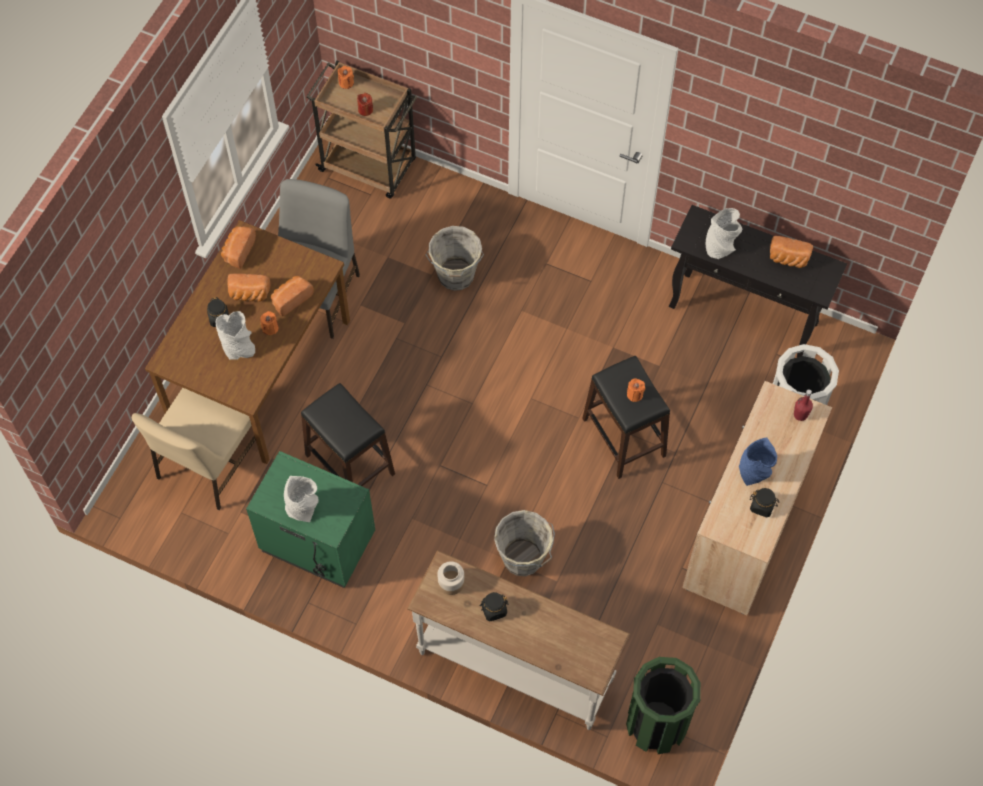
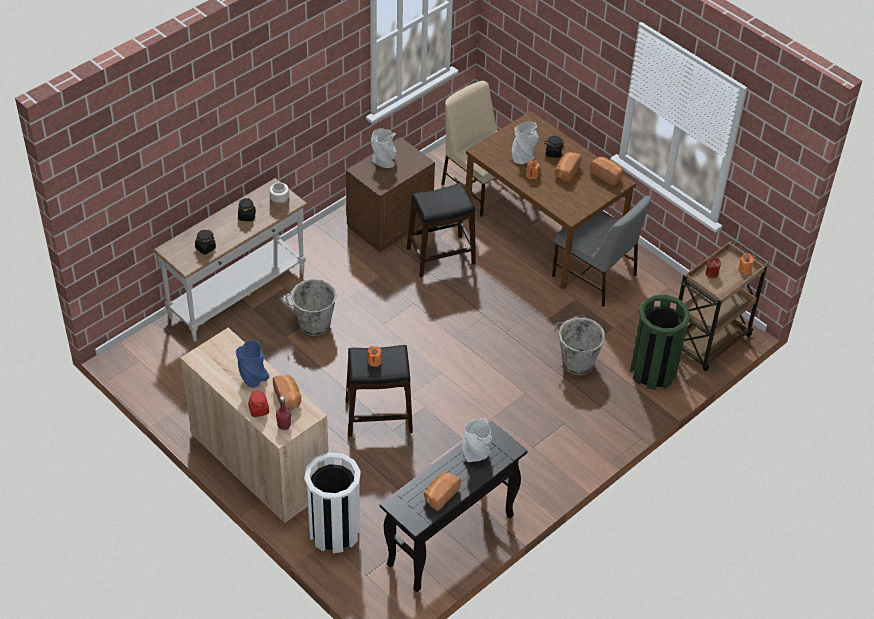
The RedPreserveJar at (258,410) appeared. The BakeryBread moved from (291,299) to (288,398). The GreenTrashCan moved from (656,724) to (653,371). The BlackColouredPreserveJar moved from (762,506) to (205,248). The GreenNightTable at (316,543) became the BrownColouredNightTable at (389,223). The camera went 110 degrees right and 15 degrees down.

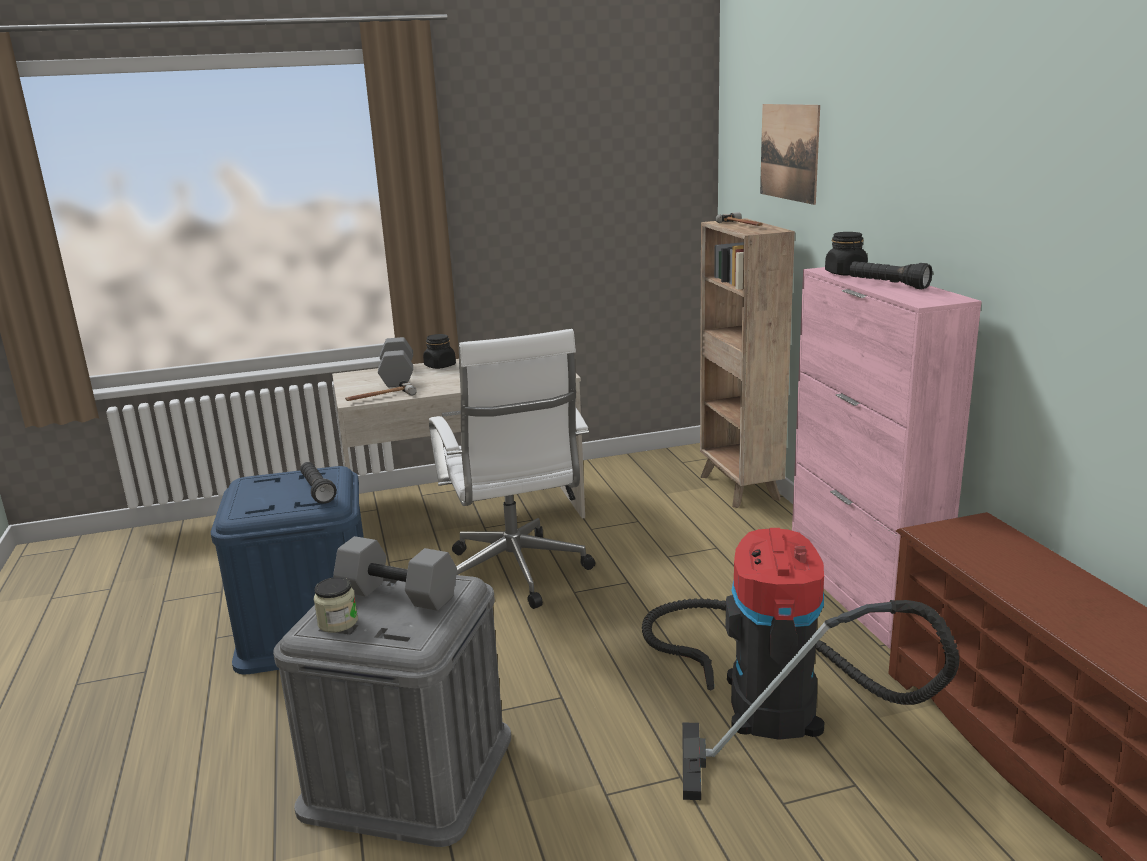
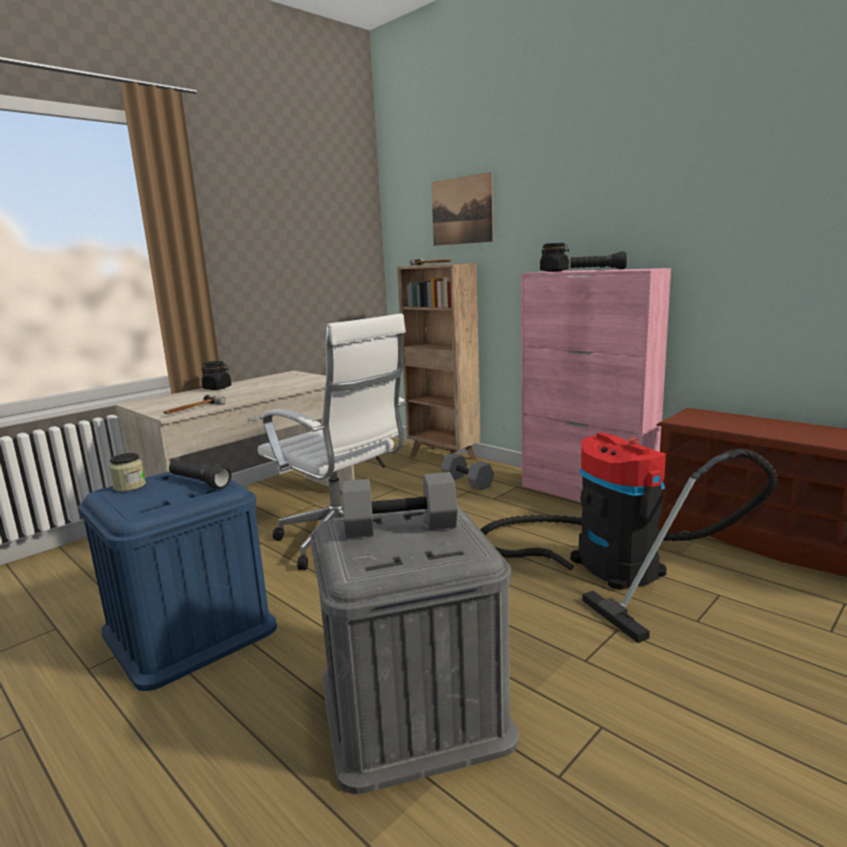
The PreserveJar moved from (338,622) to (130,486). The GreyHandWeight moved from (399,376) to (468,481). The camera went 30 degrees left and 5 degrees down.

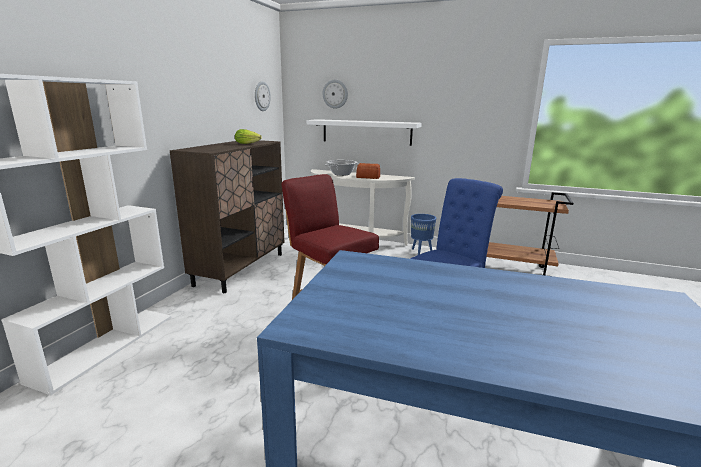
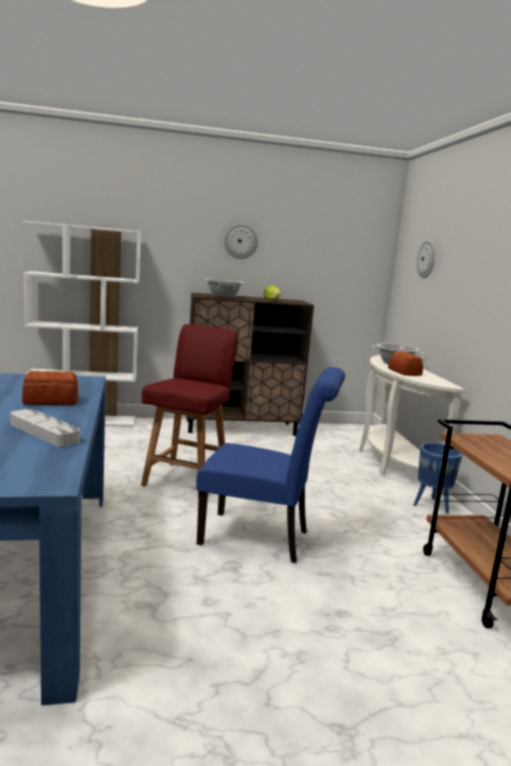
The WhiteColouredShelf at (366,132) disappeared. The GreyServingTray at (44,432) appeared. The BakeryBread at (52,401) appeared. The CookingPot at (223,296) appeared. The ClockOnTheWall moved from (261,96) to (240,241). The camera went 60 degrees right and 5 degrees down.

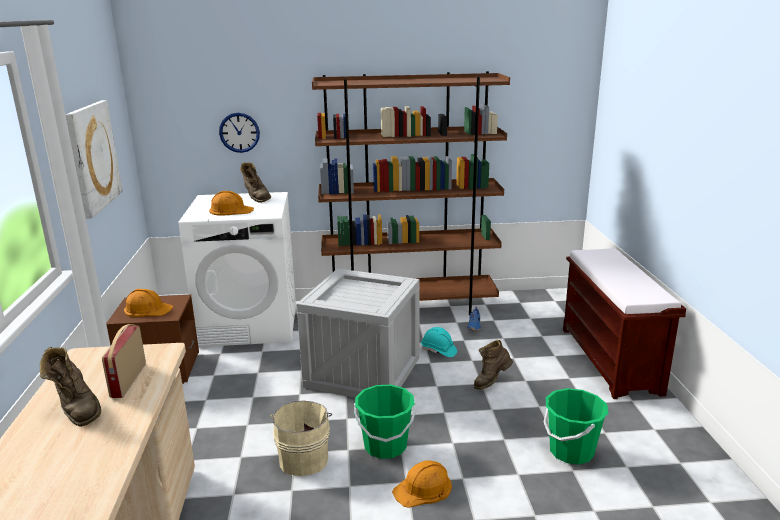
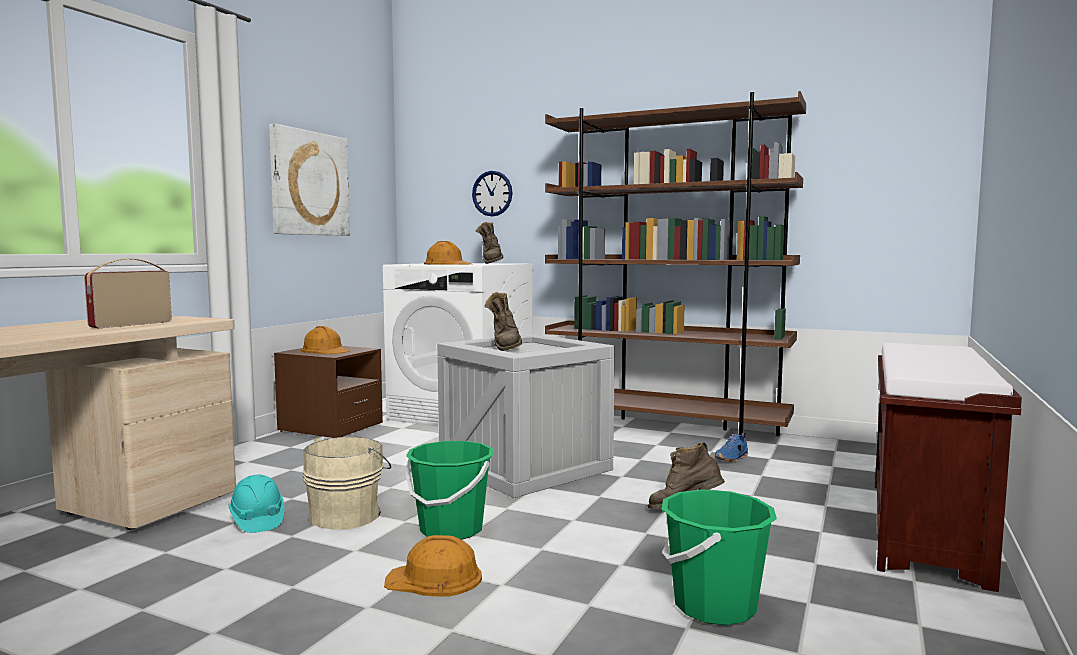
The BrownColouredTallBoot moved from (77,409) to (505,347). The BlueGreenWorkHelmet moved from (438,351) to (257,520). The camera went 30 degrees right and 15 degrees down.

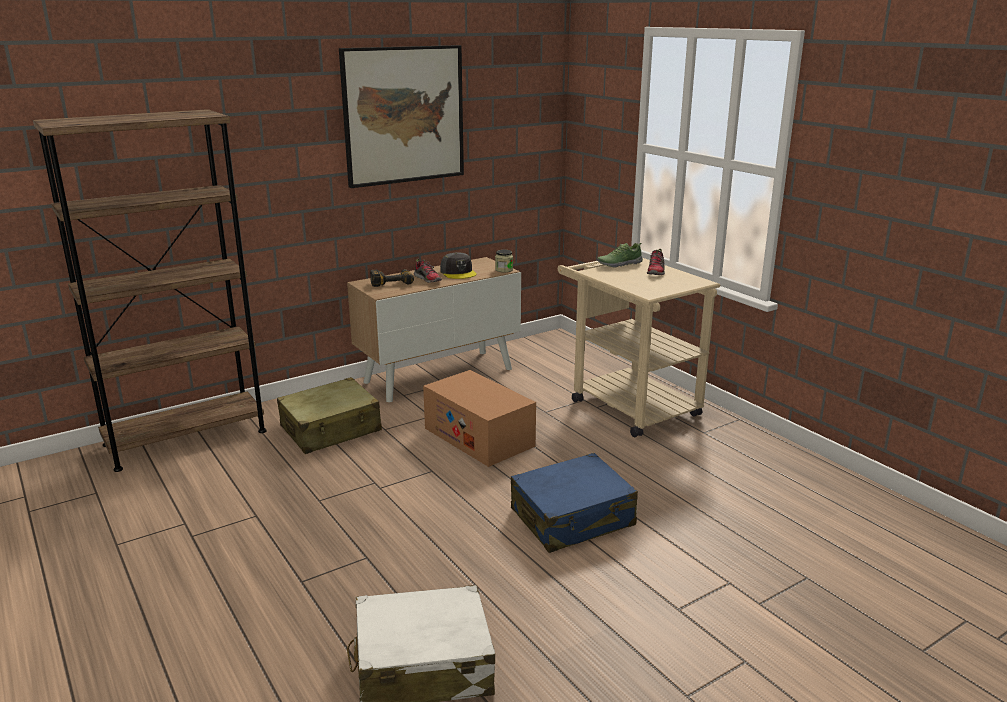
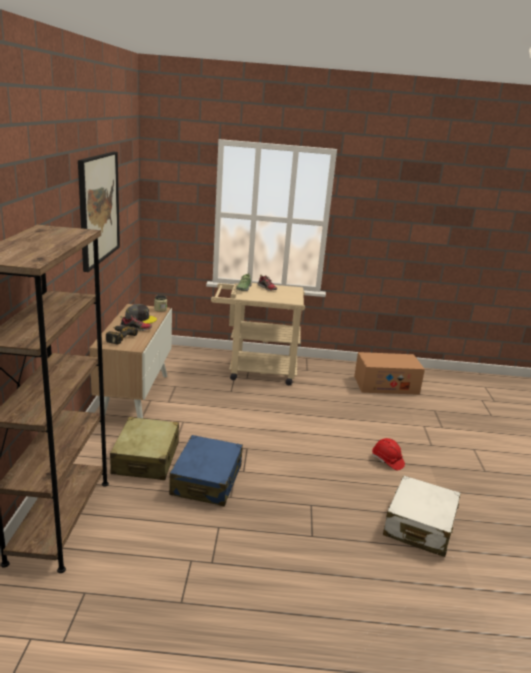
The RedWorkHelmet at (387,461) appeared. The PackingBox moved from (479,437) to (386,385). The BlueColouredSuitcase moved from (572,518) to (207,480). The camera went 55 degrees left and 0 degrees up.

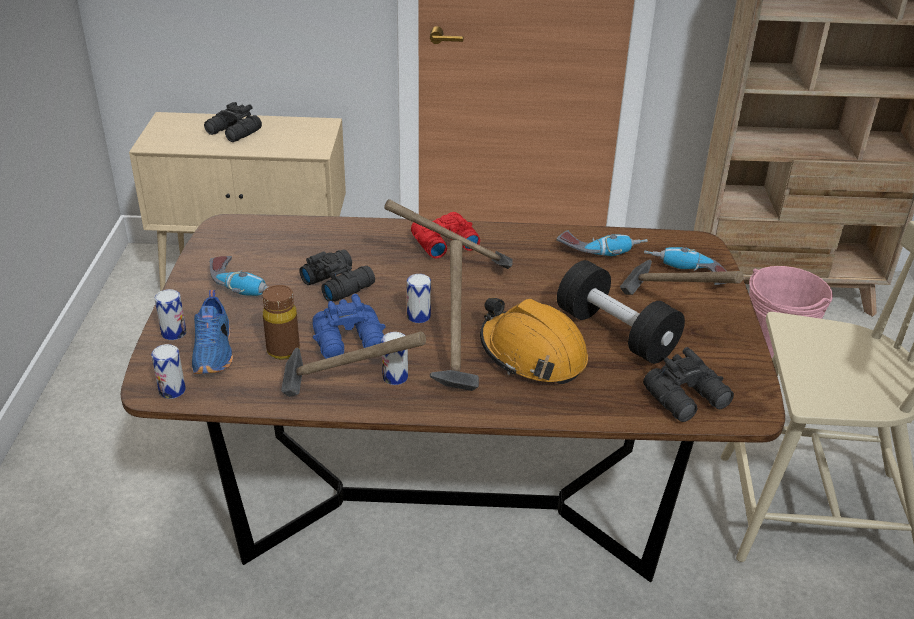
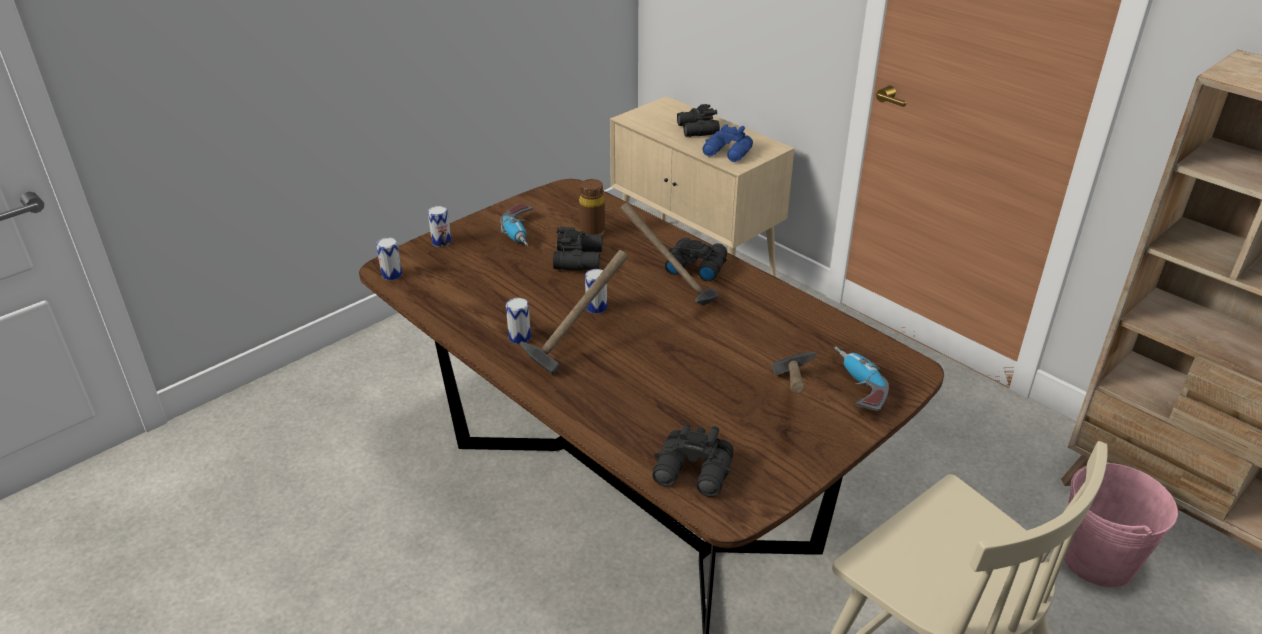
The BlueColouredItemOfFootwear at (214,352) disappeared. The Hammer at (347,395) disappeared. The OrangeyWorkHelmet at (532,354) disappeared. The PowerDrill at (601,250) disappeared. The BlackColouredHandWeight at (615,333) disappeared. The BrownColouredDrinkBottle moved from (283,350) to (592,232). The BlueColouredPairOfBinoculars moved from (351,342) to (727,153). The RedPairOfBinoculars at (443,243) became the BlackColouredPairOfBinoculars at (695,266). The camera went 45 degrees right and 0 degrees up.

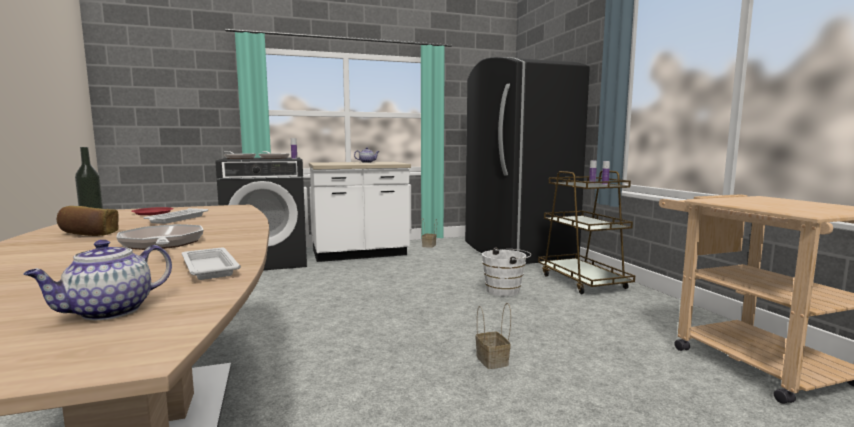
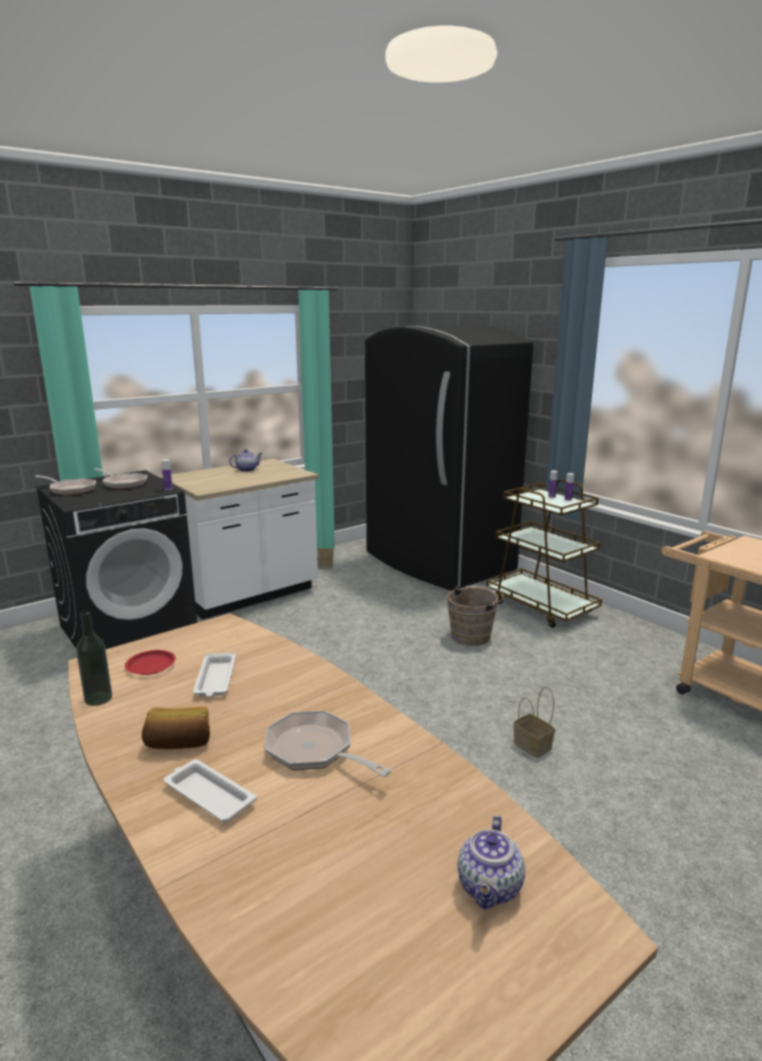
The WhiteColouredServingTray moved from (209,268) to (208,795). The WhiteColouredBucket at (505,290) became the BrownColouredBucket at (473,635). The camera went 20 degrees left and 10 degrees up.

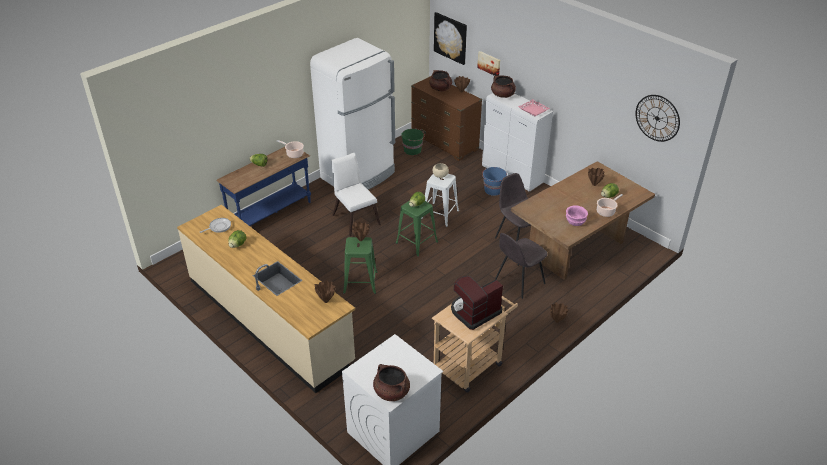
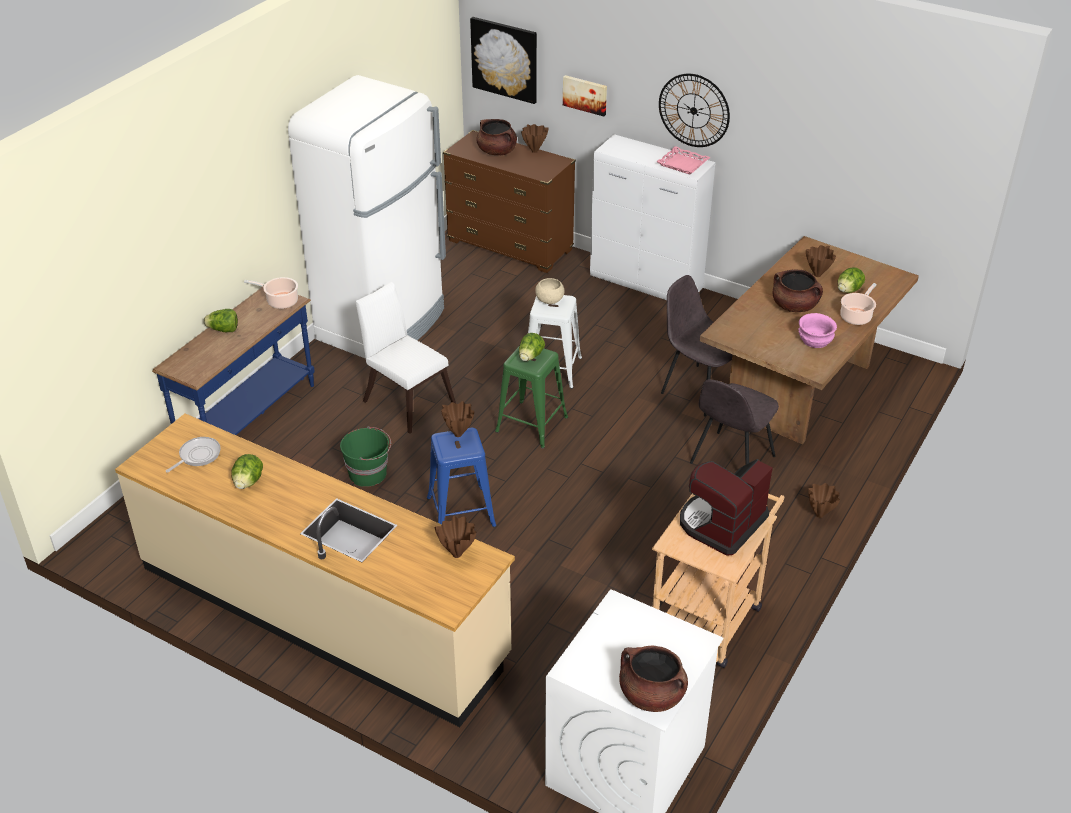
The BlueColouredBucket at (493,190) disappeared. The GreenBucket moved from (413,150) to (368,474). The BrownColouredCookingPot moved from (503,95) to (794,306). The ClockOnTheWall moved from (657,118) to (693,110). The GreenStoolSeat at (360,282) became the BlueColouredStoolSeat at (461,511). The camera went 15 degrees left and 0 degrees up.

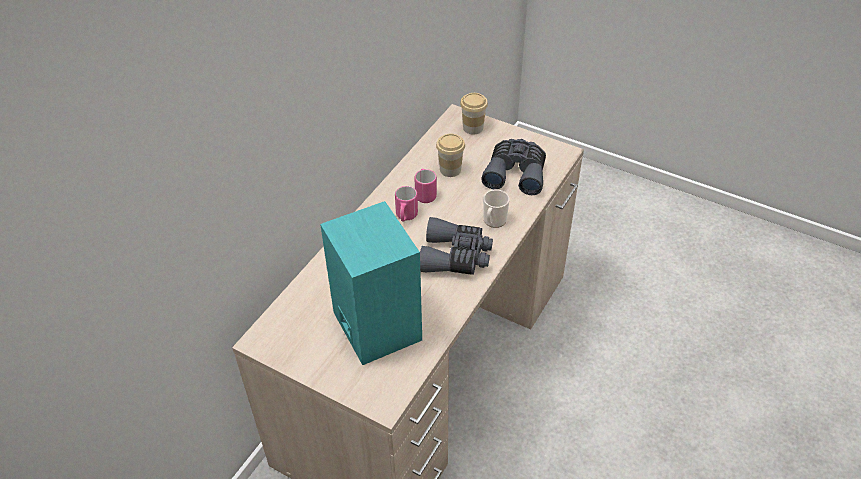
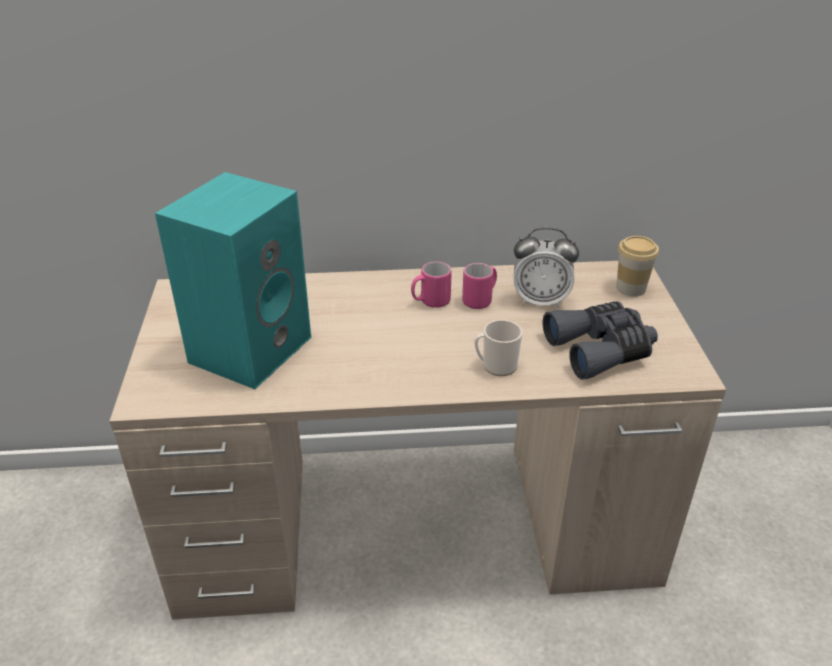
The GreyPairOfBinoculars at (456,256) disappeared. The Cup at (450,170) was replaced by the BedsideClock at (540,301). The camera went 55 degrees right and 10 degrees down.

